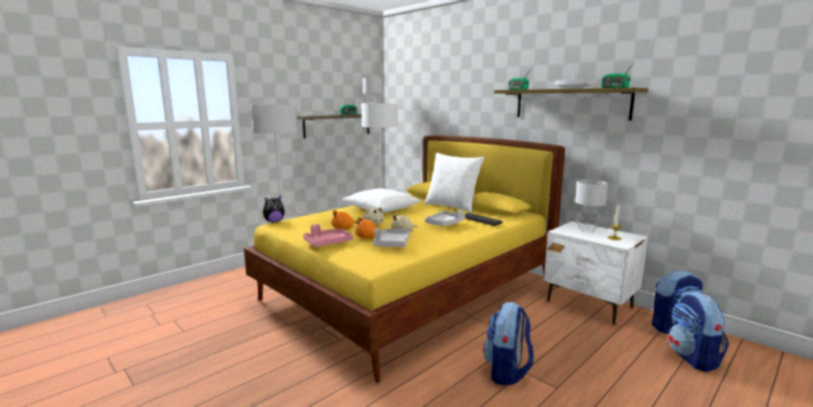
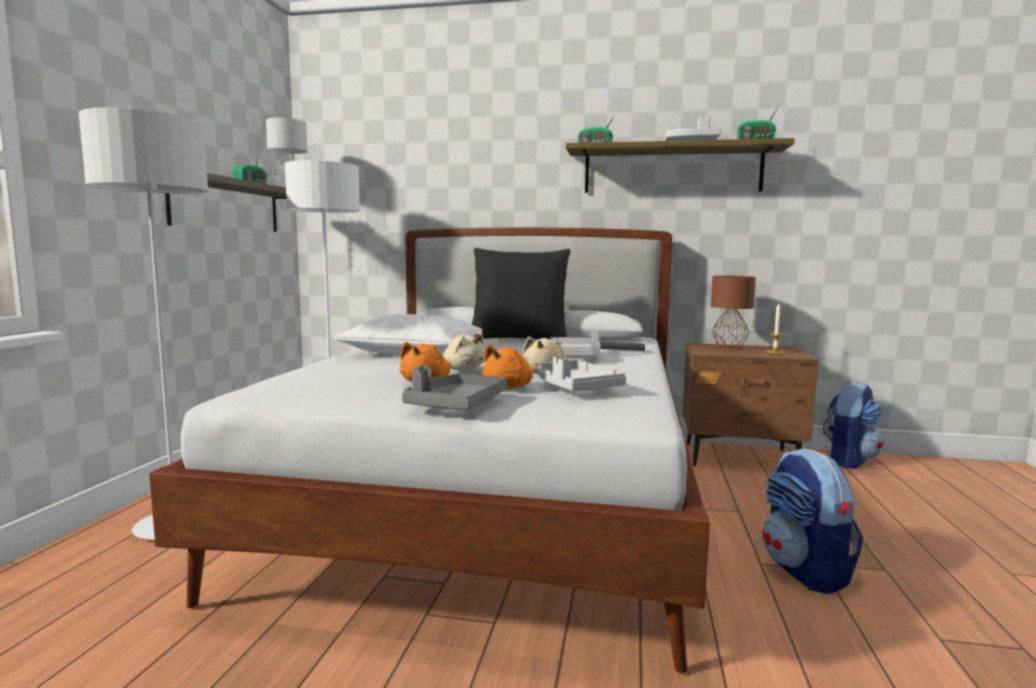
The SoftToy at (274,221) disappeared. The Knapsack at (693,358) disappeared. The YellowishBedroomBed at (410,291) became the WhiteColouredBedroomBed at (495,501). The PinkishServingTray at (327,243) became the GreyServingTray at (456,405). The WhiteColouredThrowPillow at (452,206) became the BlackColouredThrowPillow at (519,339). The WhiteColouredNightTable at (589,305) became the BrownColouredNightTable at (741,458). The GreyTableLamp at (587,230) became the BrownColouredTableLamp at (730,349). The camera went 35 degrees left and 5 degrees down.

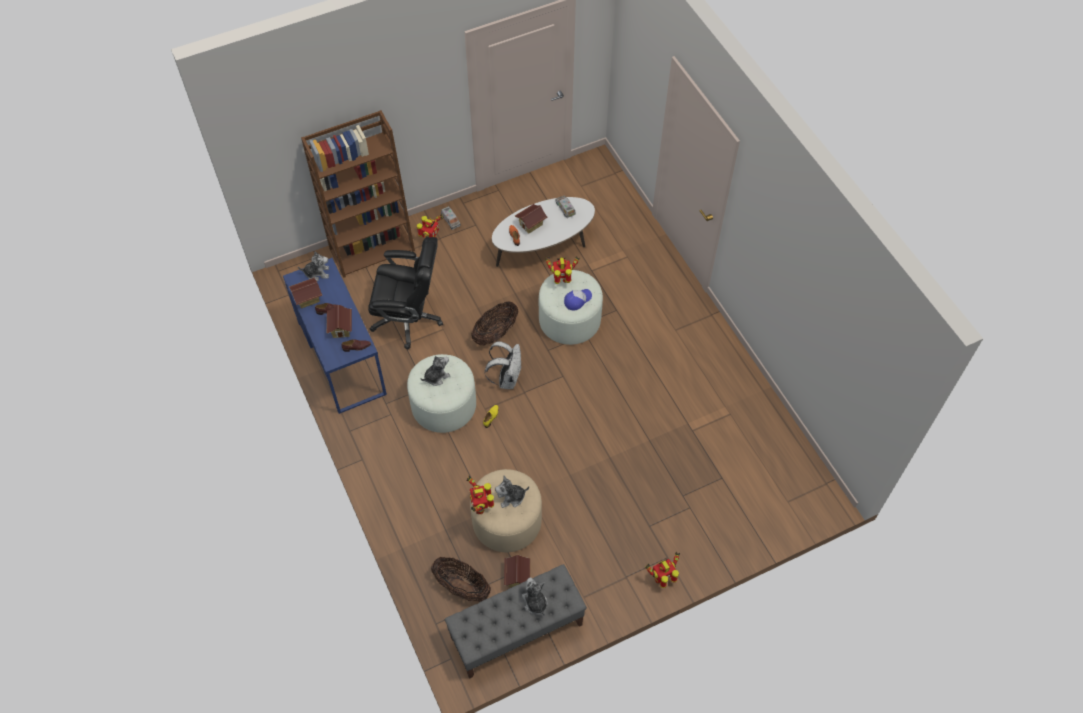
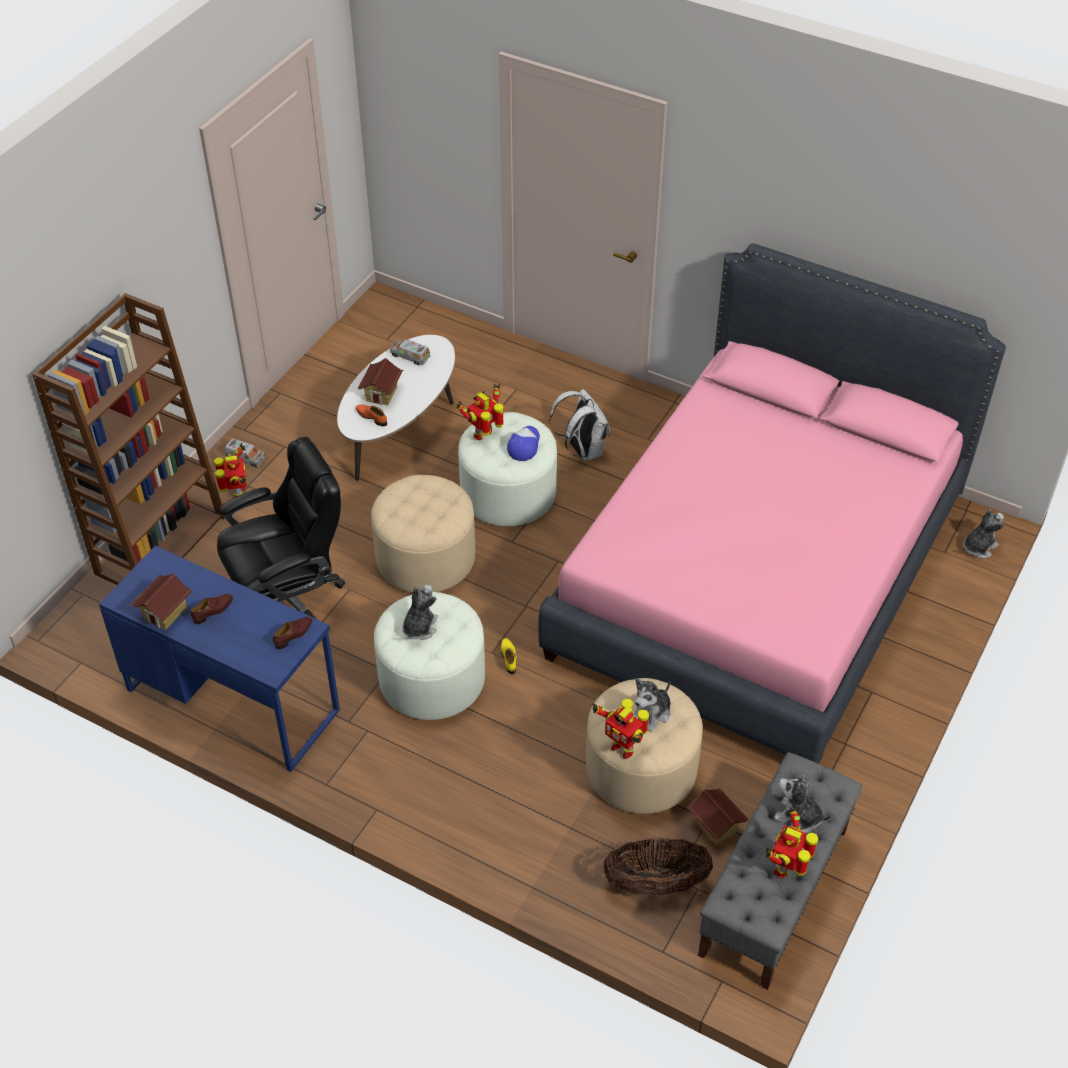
The MiniatureHouse at (341,329) disappeared. The PinkishBedroomBed at (758,577) appeared. The SoftToy moved from (317,273) to (978,547). The WhiteColouredKnapsack moved from (507,378) to (582,450). The ModelRobot moved from (662,579) to (786,867). The StorageBasket at (495,333) was replaced by the SandColouredOttoman at (425,557). The camera went 35 degrees left and 10 degrees down.

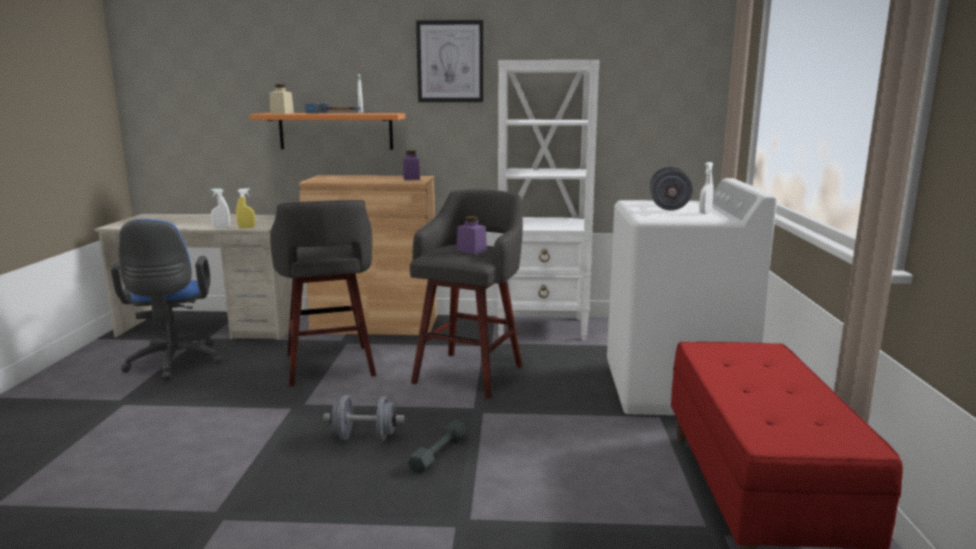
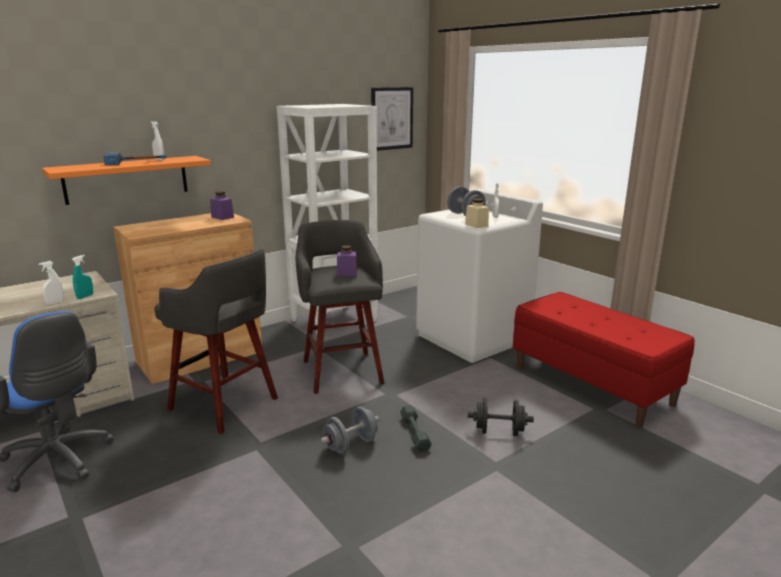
The BlackColouredHandWeight at (499,431) appeared. The SandColouredPreserveJar moved from (282,113) to (476,225). The WallPicture moved from (450,61) to (391,118). The YellowishSprayBottle at (246,228) became the BlueGreenSprayBottle at (85,296). The camera went 40 degrees left and 5 degrees up.

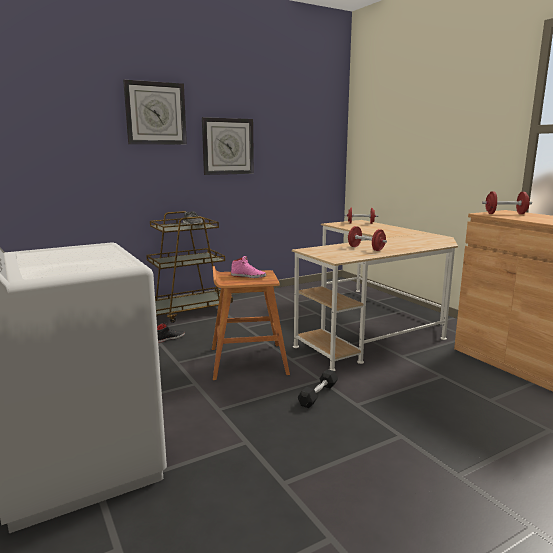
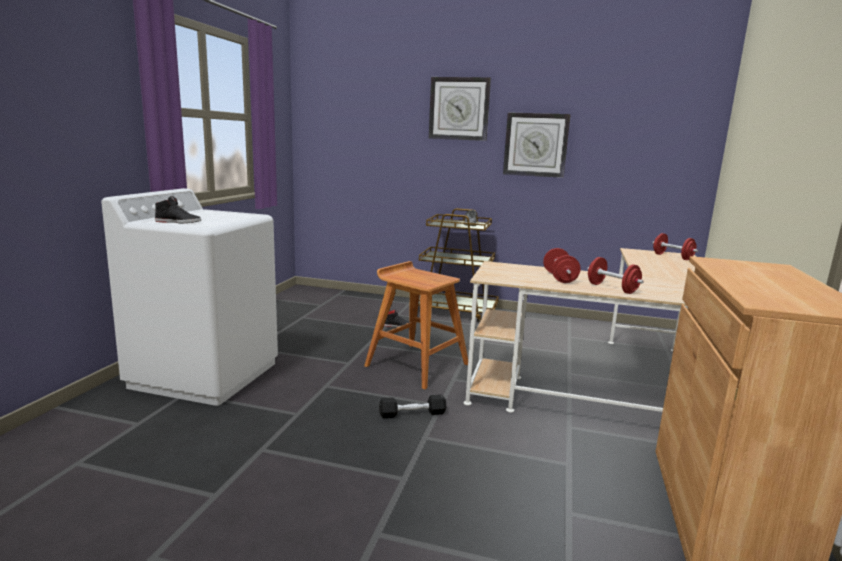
The PinkishItemOfFootwear at (248,276) disappeared. The BlackColouredItemOfFootwear at (178,222) appeared. The RedHandWeight moved from (505,214) to (612,288). The camera went 45 degrees right and 0 degrees up.

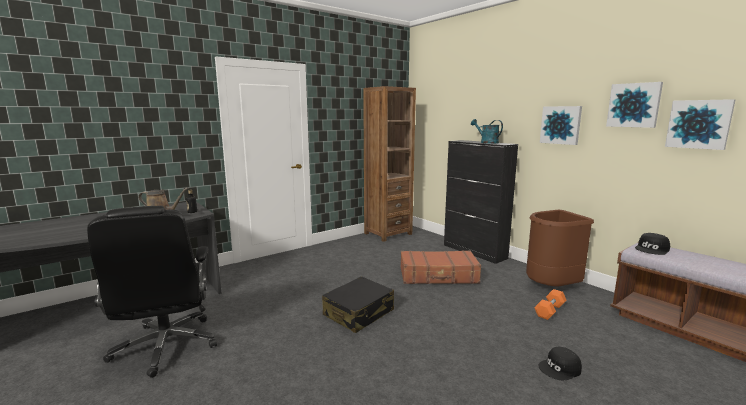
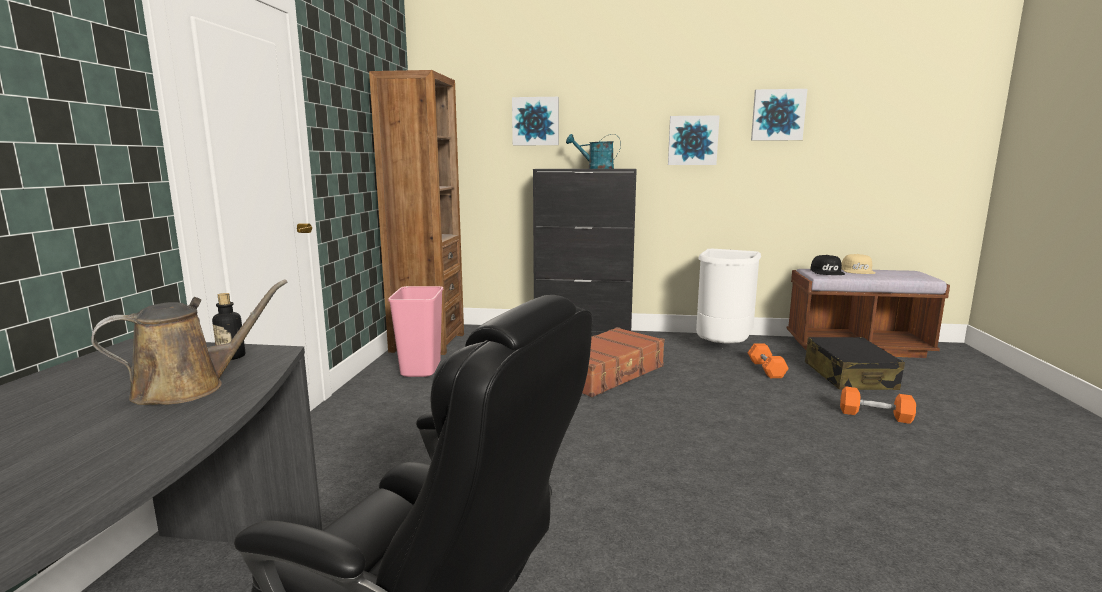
The PinkishTrashCan at (420,369) appeared. The SandColouredBaseballCap at (858,271) appeared. The BlackColouredSuitcase moved from (359,313) to (849,376). The WallPicture moved from (699,124) to (535,121). The BlackColouredBaseballCap at (560,369) was replaced by the OrangeyHandWeight at (875,415). The BrownColouredTrashCan at (551,287) became the WhiteColouredTrashCan at (723,347). The camera went 45 degrees left and 0 degrees up.

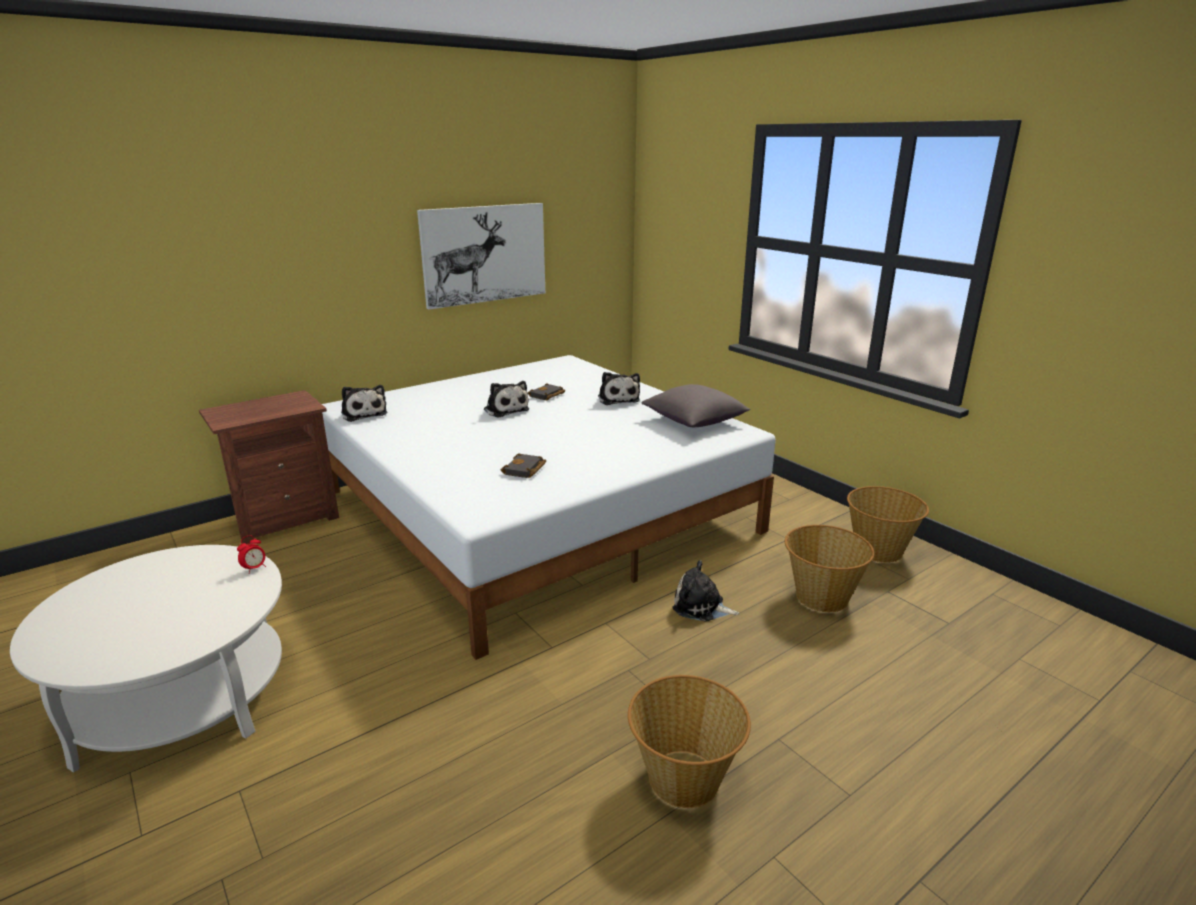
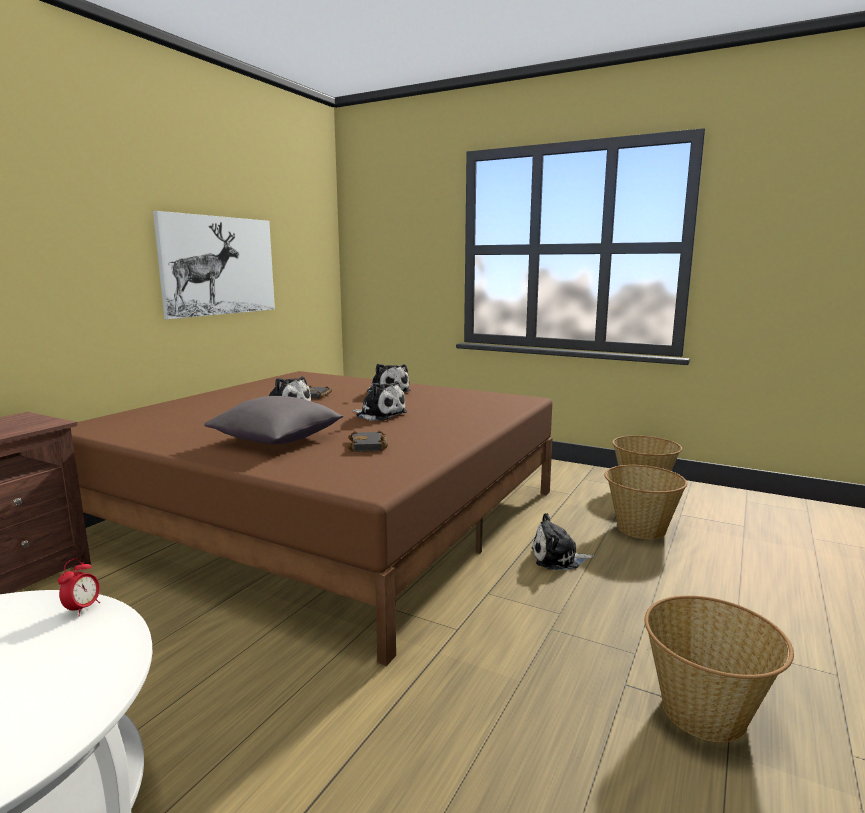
The SoftToy moved from (363,413) to (379,415). The GreyThrowPillow moved from (694,422) to (277,440). The WhiteColouredBedroomBed at (537,511) became the BrownColouredBedroomBed at (328,514). The camera went 25 degrees left and 10 degrees down.

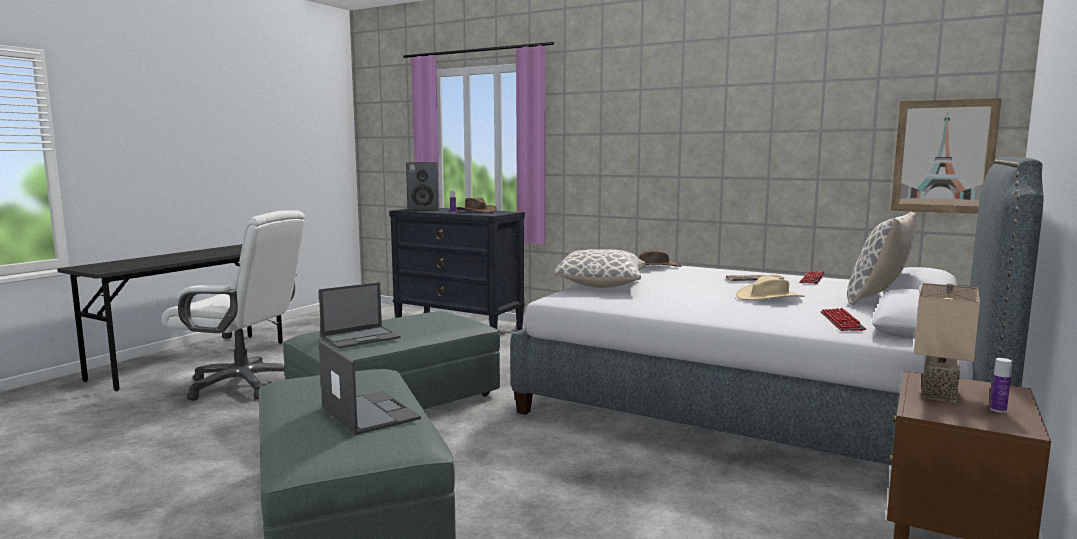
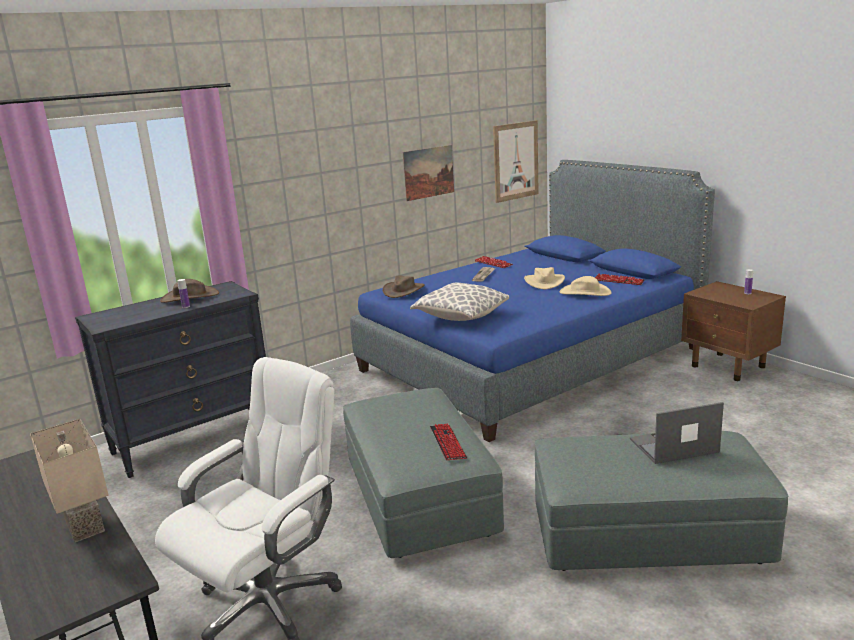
The Speaker at (423,210) disappeared. The ThrowPillow at (878,300) disappeared. The WallPicture at (428,172) appeared. The SandColouredHat at (585,292) appeared. The SandColouredTableLamp moved from (936,392) to (82,527). The PortableComputer at (361,337) was replaced by the Keyboard at (447,443). The GreyBedroomBed at (757,404) became the BlueColouredBedroomBed at (529,359). The camera went 65 degrees left and 10 degrees up.

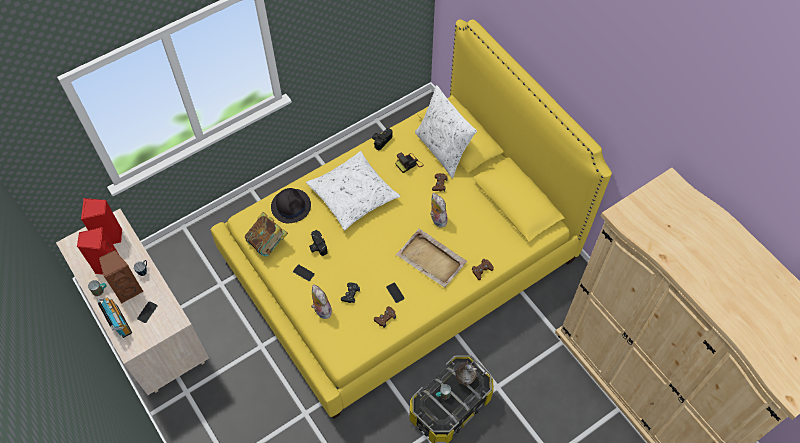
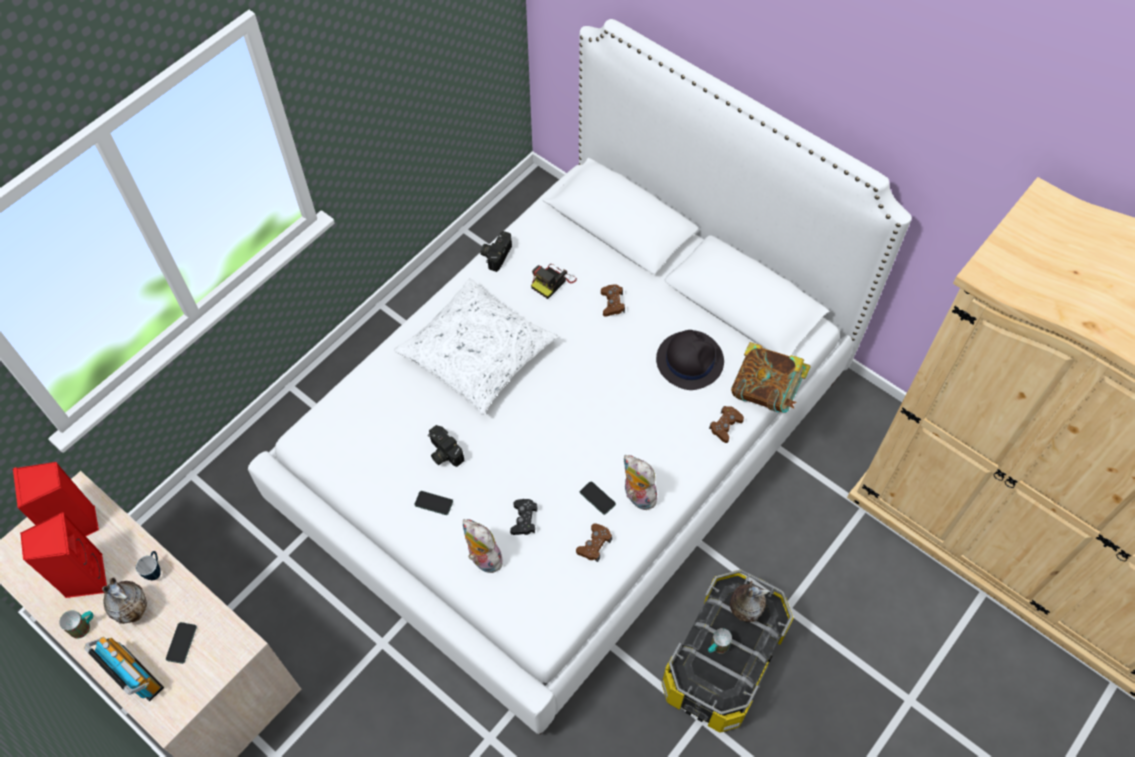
The SandColouredServingTray at (431,259) disappeared. The WhiteColouredThrowPillow at (443,150) disappeared. The BoundBook moved from (268,242) to (766,391). The BlackColouredHat moved from (291,206) to (689,360). The SoftToy moved from (437,219) to (637,496). The BrownColouredSpeaker at (128,289) was replaced by the FlowerVase at (135,610). The YellowishBedroomBed at (399,258) became the WhiteColouredBedroomBed at (567,439). The camera went 15 degrees left and 0 degrees up.

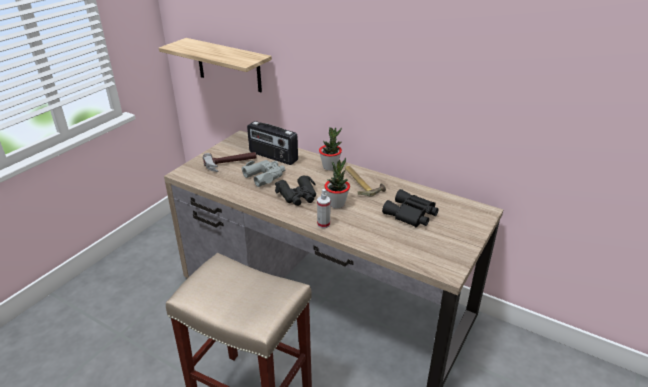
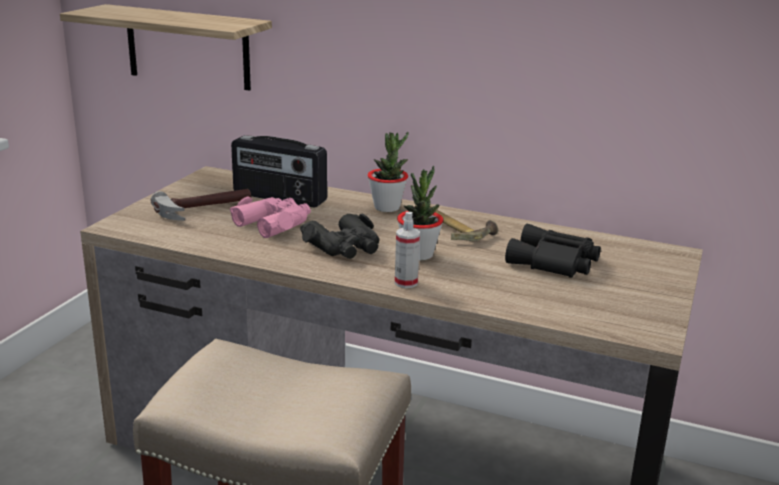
The GreyPairOfBinoculars at (265,176) became the PinkishPairOfBinoculars at (274,223). The camera went 10 degrees left and 10 degrees down.

